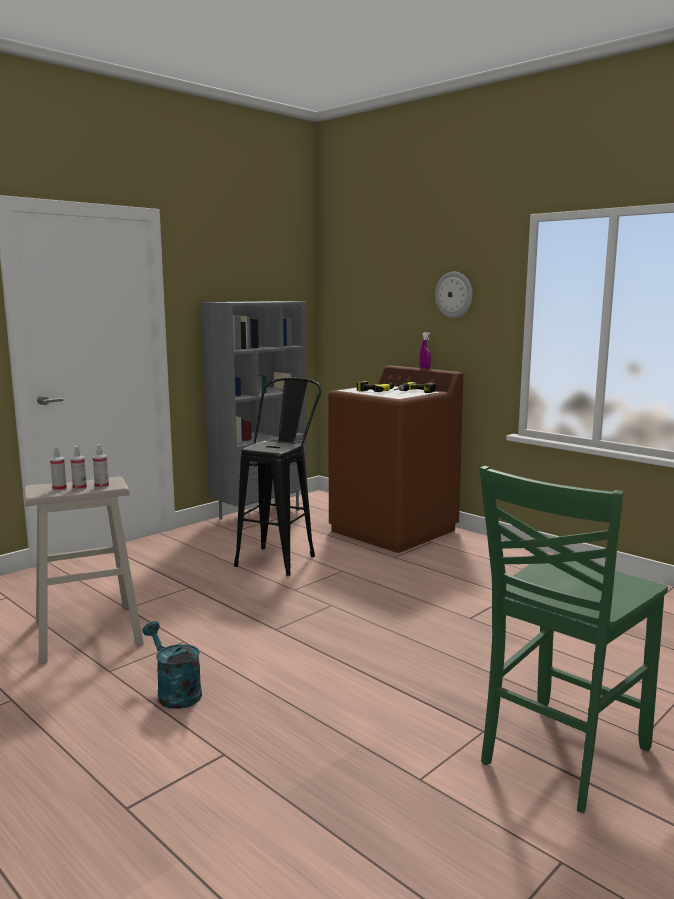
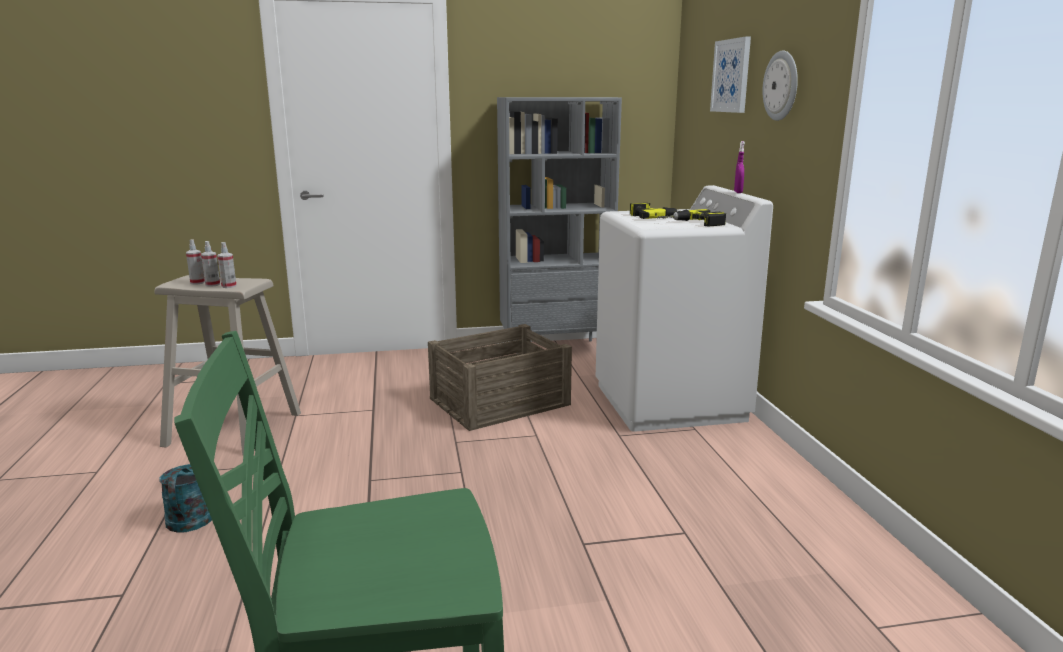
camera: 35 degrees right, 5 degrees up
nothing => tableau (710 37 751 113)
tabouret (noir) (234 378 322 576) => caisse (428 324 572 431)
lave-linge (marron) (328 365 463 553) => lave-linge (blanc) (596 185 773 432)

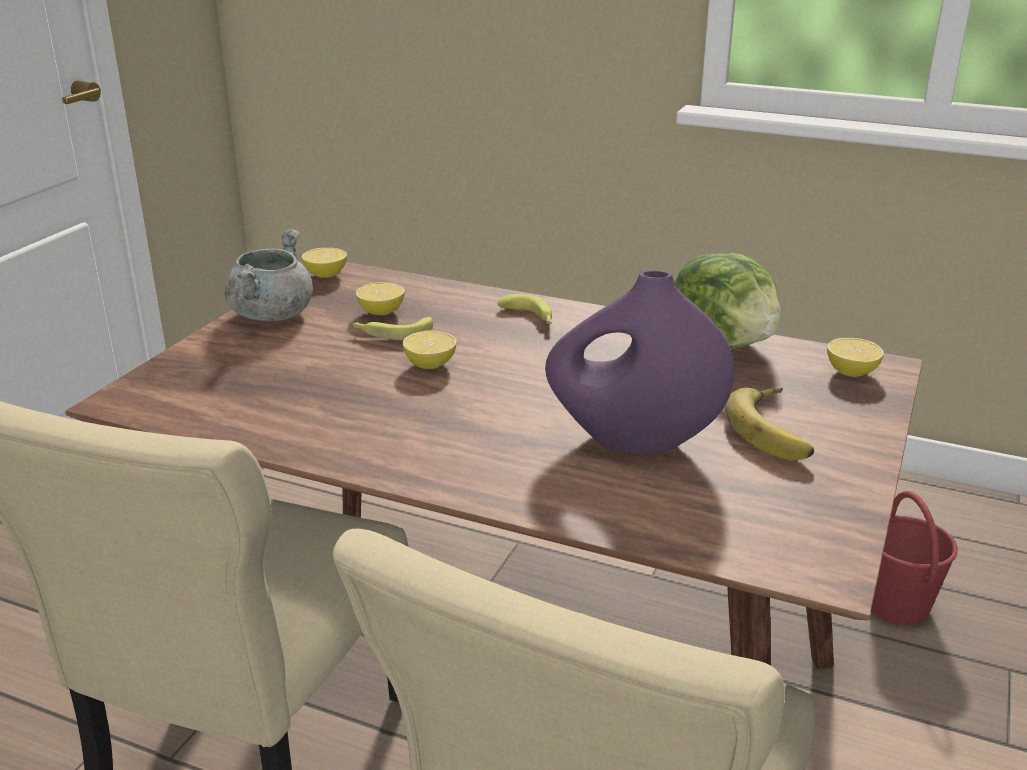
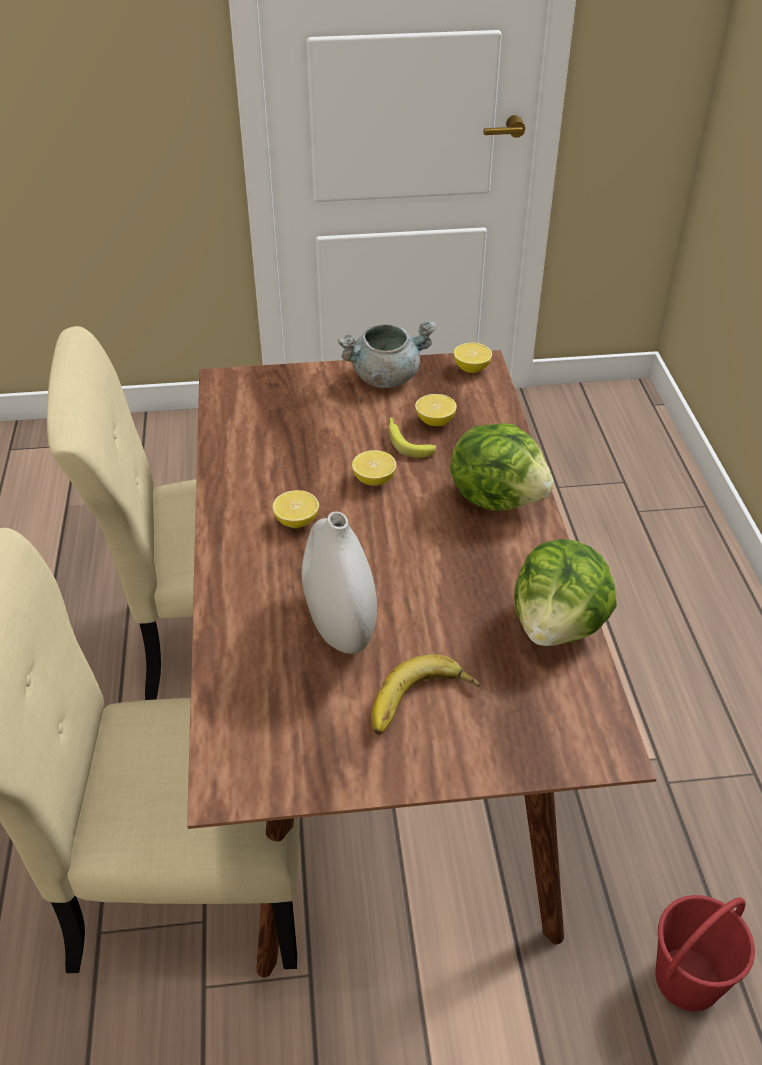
camera: 60 degrees right, 15 degrees up
citron (827 338 884 377) => citron (273 490 319 528), relocated
banane (497 294 552 324) => laitue (450 423 554 511)
vase (violet) (545 270 734 455) => vase (blanc) (302 511 377 654)

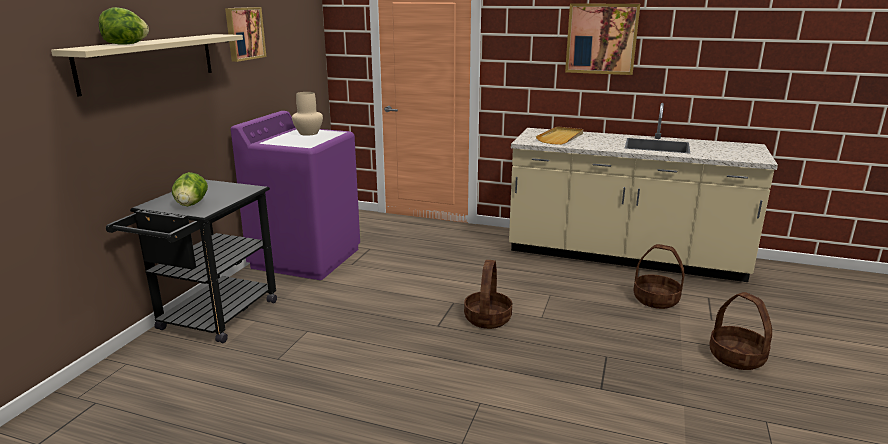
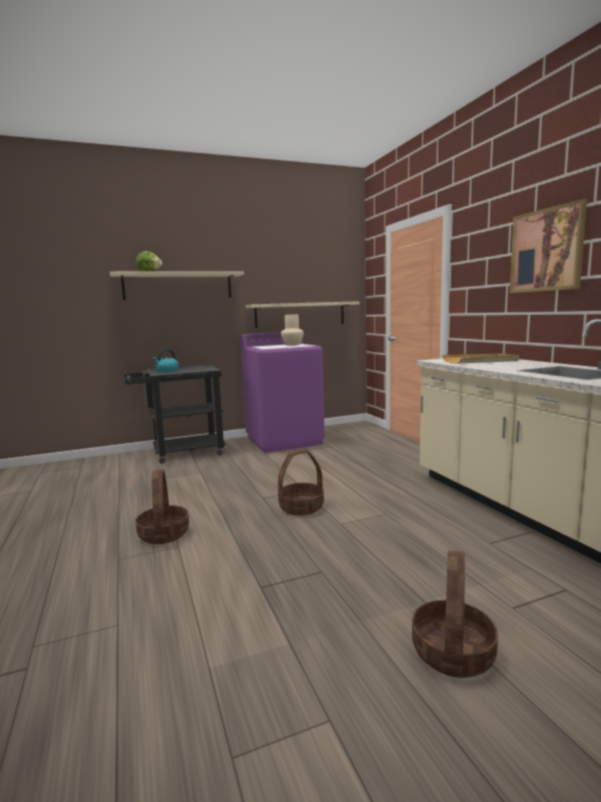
camera: 50 degrees right, 10 degrees down
tableau (225 7 266 62) => nothing
nothing => étagère (beige) (246 301 359 328)
panier (633 244 685 309) => panier (135 470 189 544), relocated
laitue (172 172 208 206) => bouilloire (152 349 179 372)

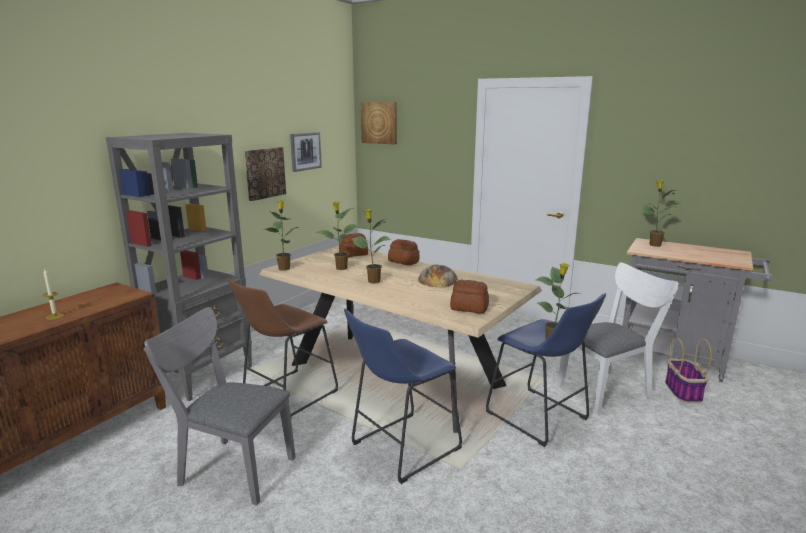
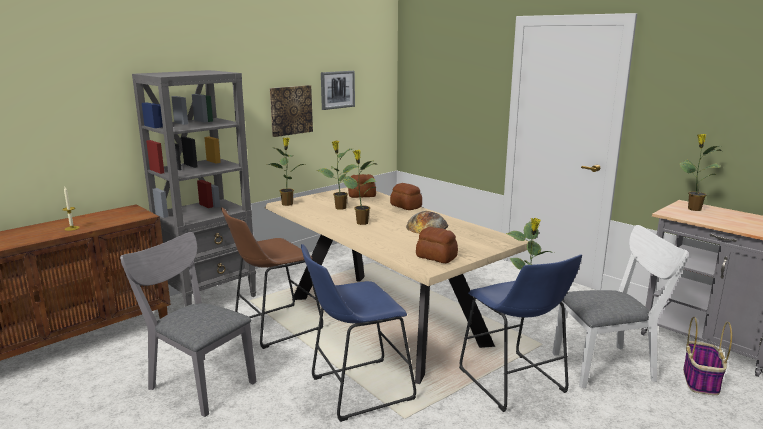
camera: 15 degrees right, 0 degrees up
tableau (361 102 397 144) => nothing

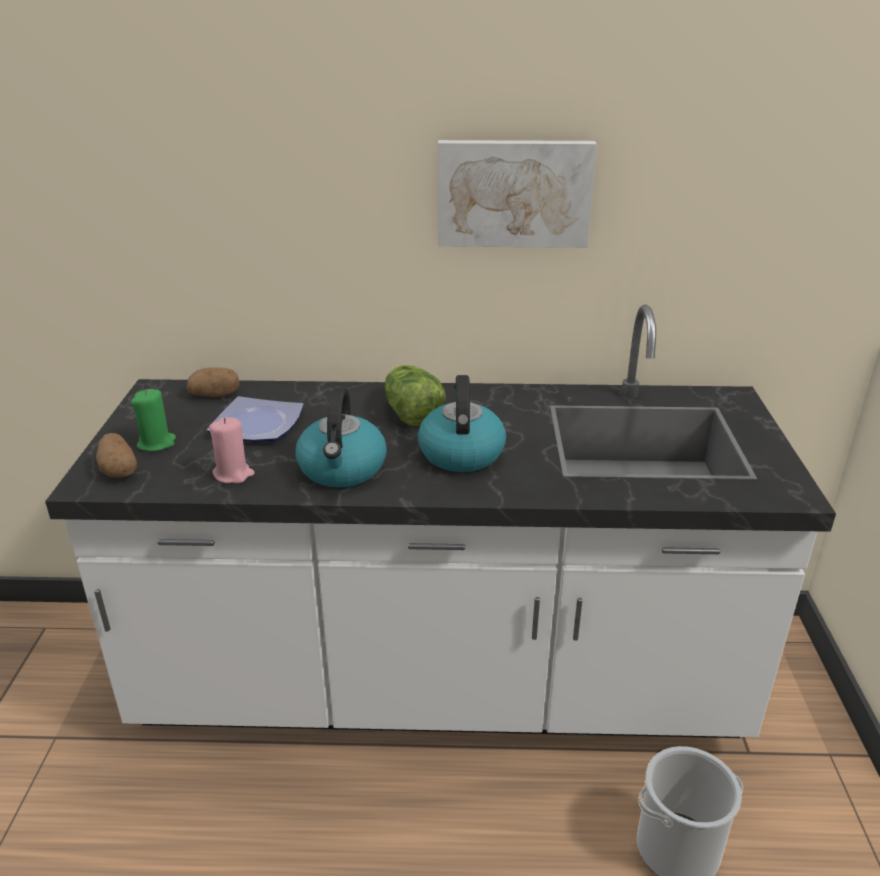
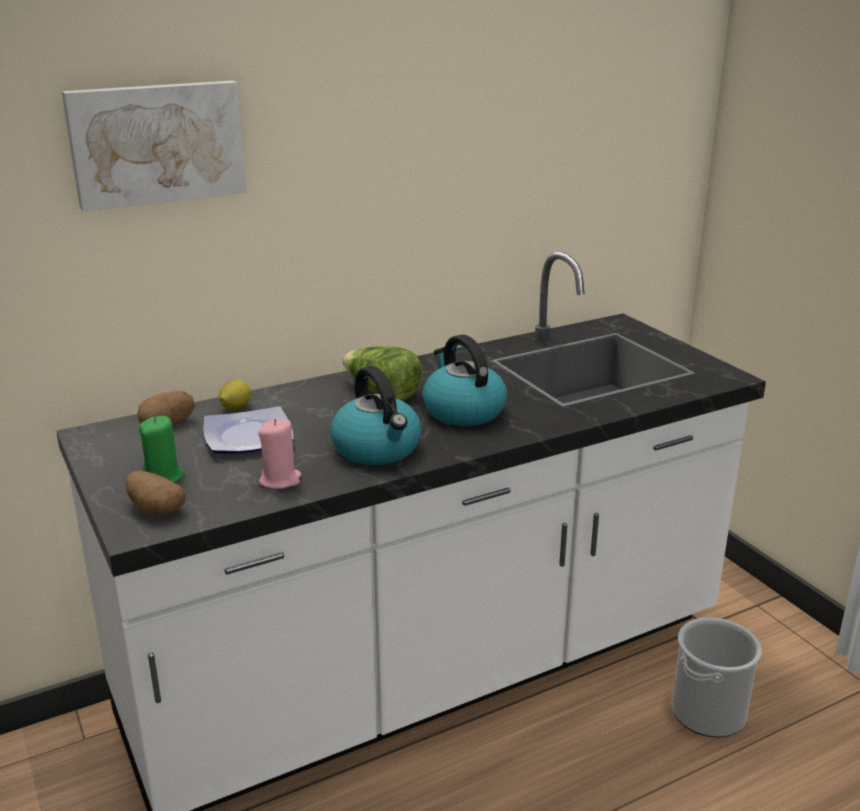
camera: 30 degrees left, 5 degrees down
nothing => citron (219 380 251 410)
tableau (438 140 597 248) => tableau (62 81 246 211), relocated

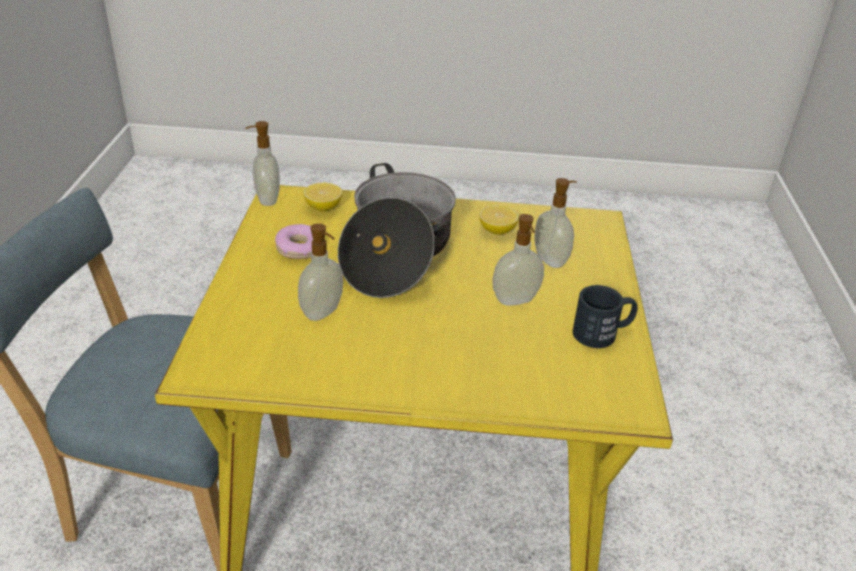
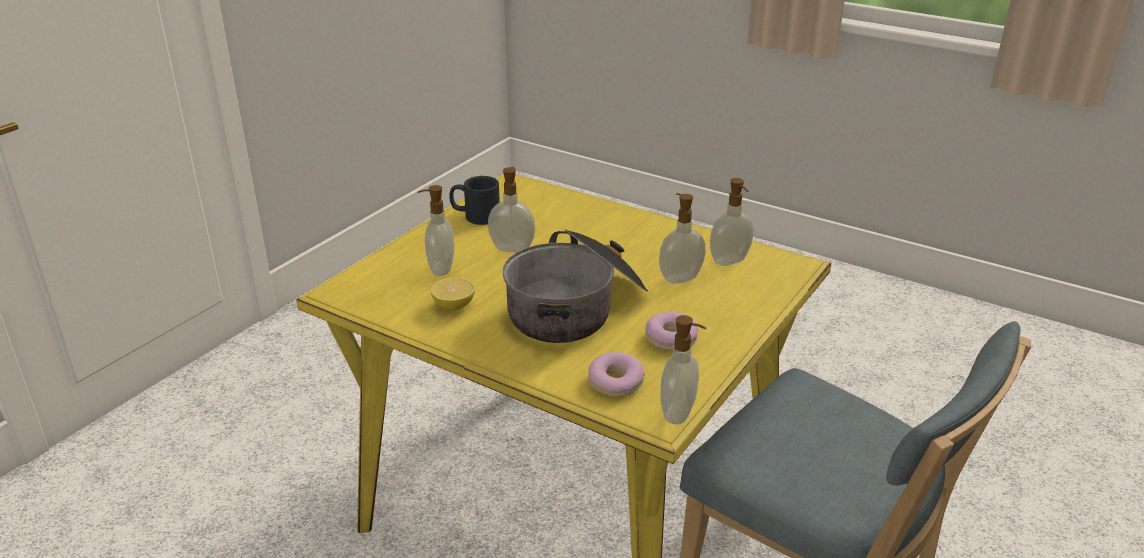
camera: 150 degrees left, 5 degrees down
nothing => distributeur de savon (710 178 754 266)
citron (303 183 342 211) => beignet (588 352 645 397)

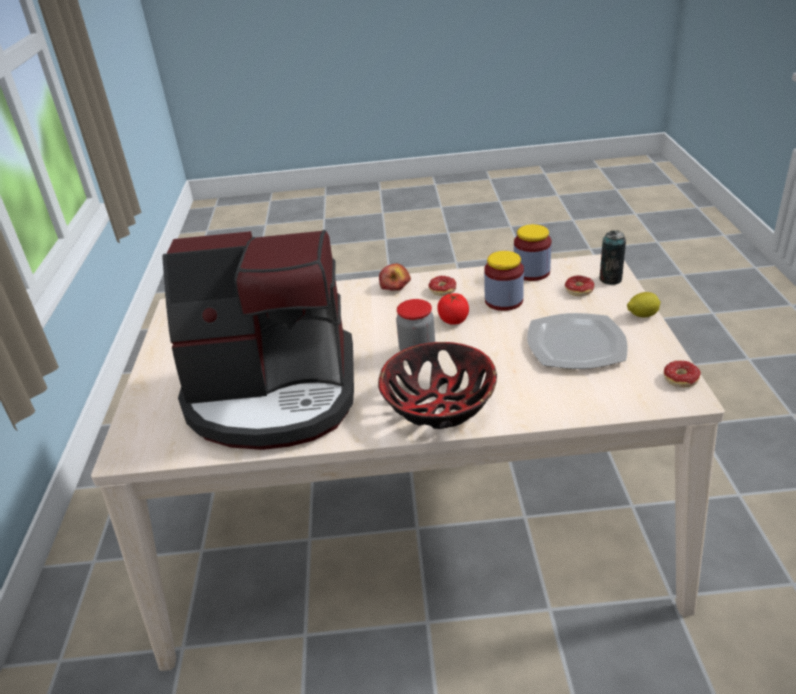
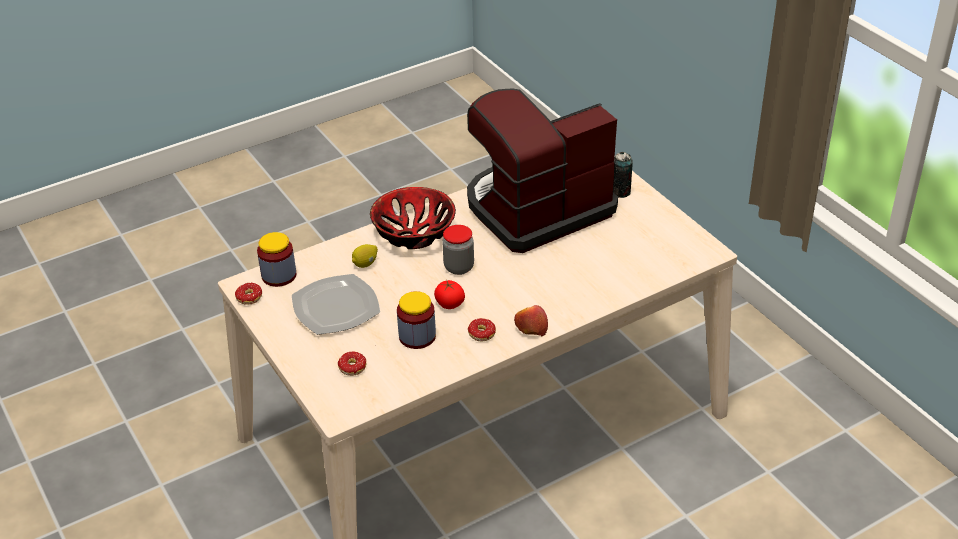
camera: 150 degrees right, 5 degrees up
bocal (514 224 551 281) => bocal (257 232 296 287), relocated
boîte métallique (599 231 626 285) => boîte métallique (613 152 633 198), relocated
citron (627 292 661 318) => citron (352 244 378 268), relocated

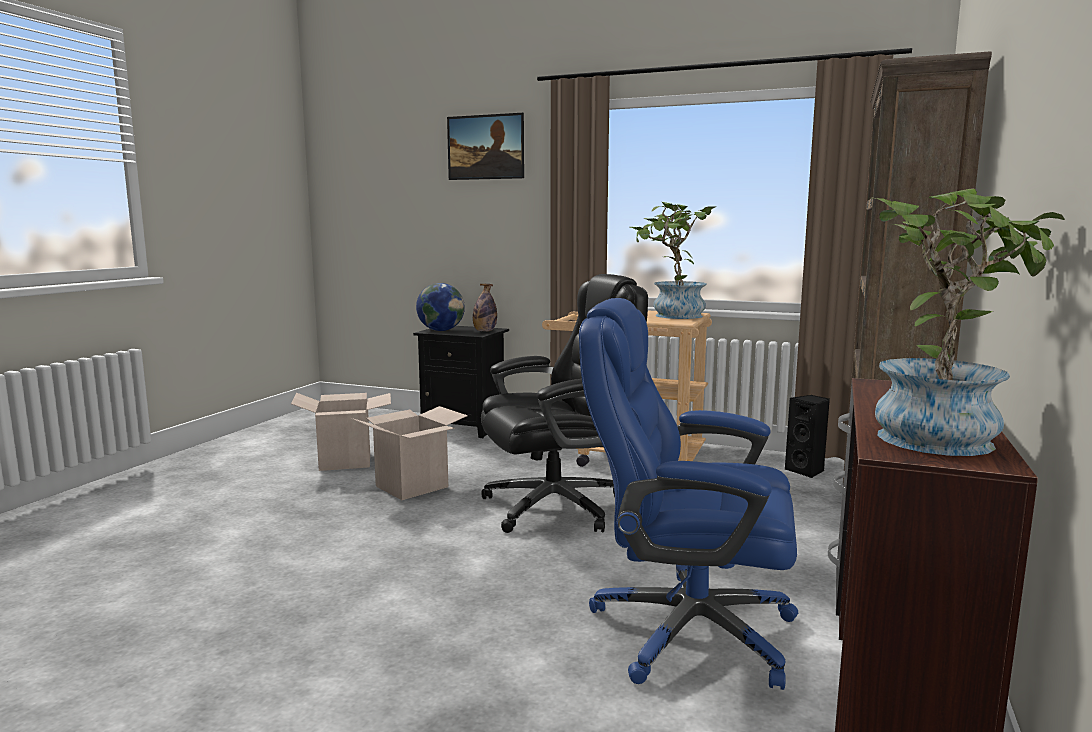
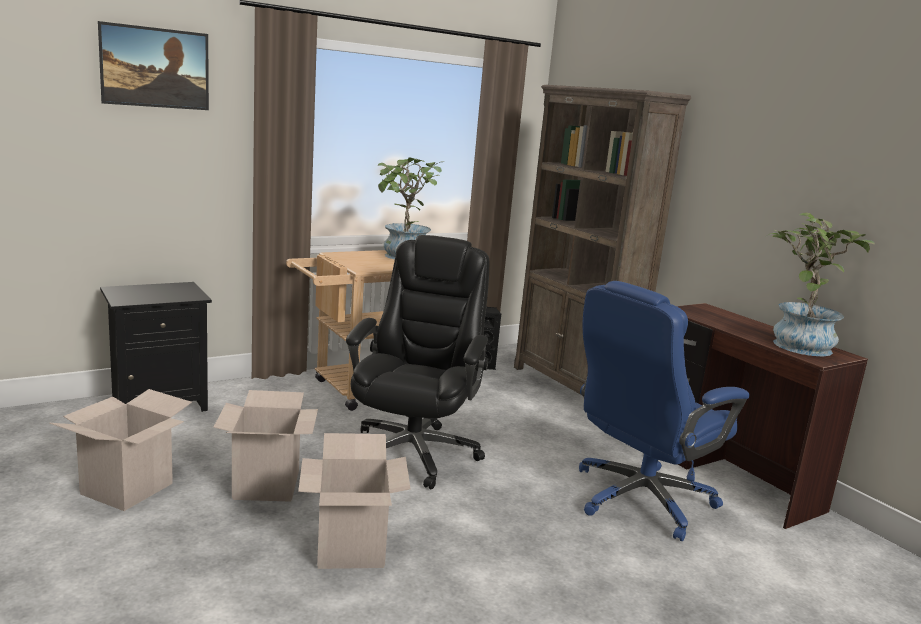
camera: 55 degrees left, 5 degrees up
globe (416 283 465 331) => nothing
bouteille (473 284 497 331) => nothing
nothing => carton (298 433 411 569)

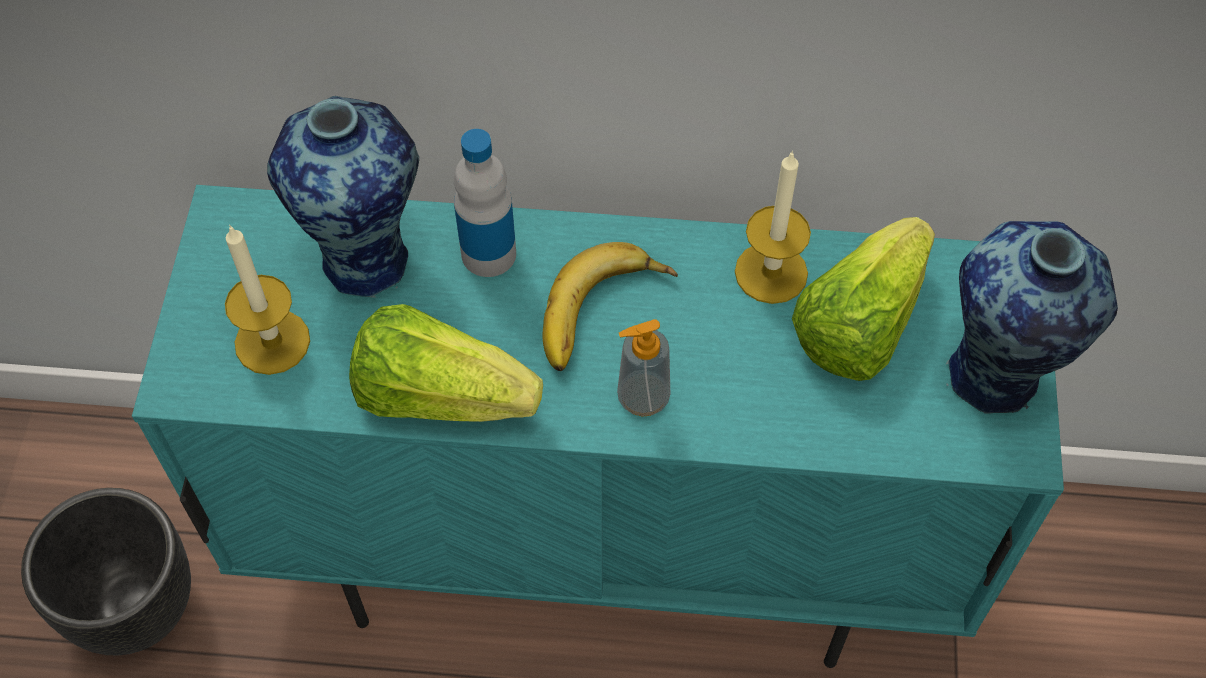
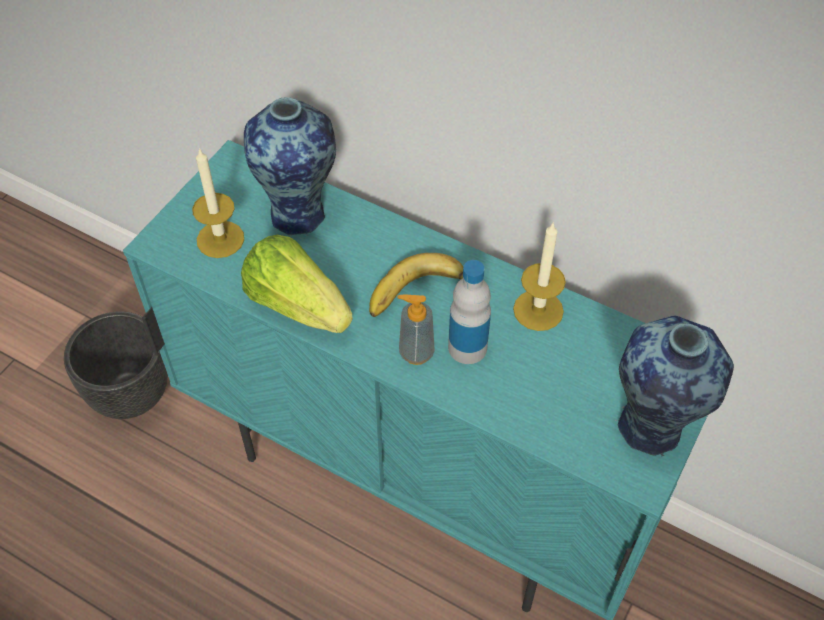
camera: 25 degrees right, 5 degrees down
laitue (792 217 935 381) => nothing
bouteille (454 129 516 277) => bouteille (448 260 491 364), relocated

